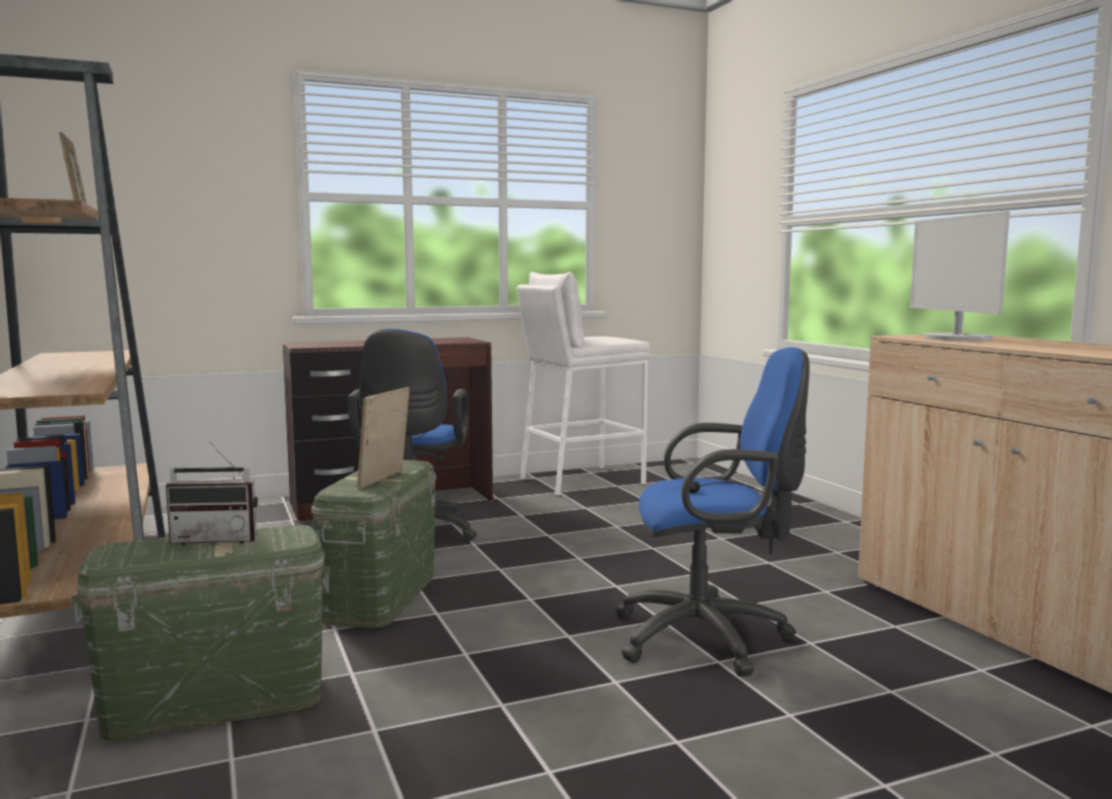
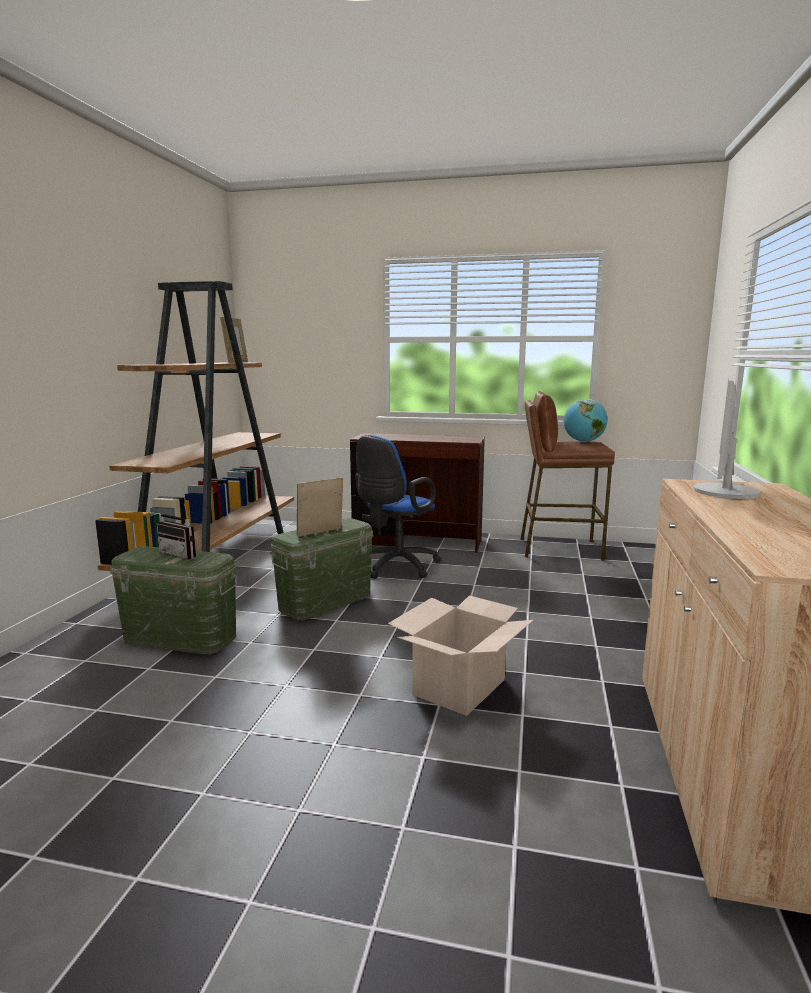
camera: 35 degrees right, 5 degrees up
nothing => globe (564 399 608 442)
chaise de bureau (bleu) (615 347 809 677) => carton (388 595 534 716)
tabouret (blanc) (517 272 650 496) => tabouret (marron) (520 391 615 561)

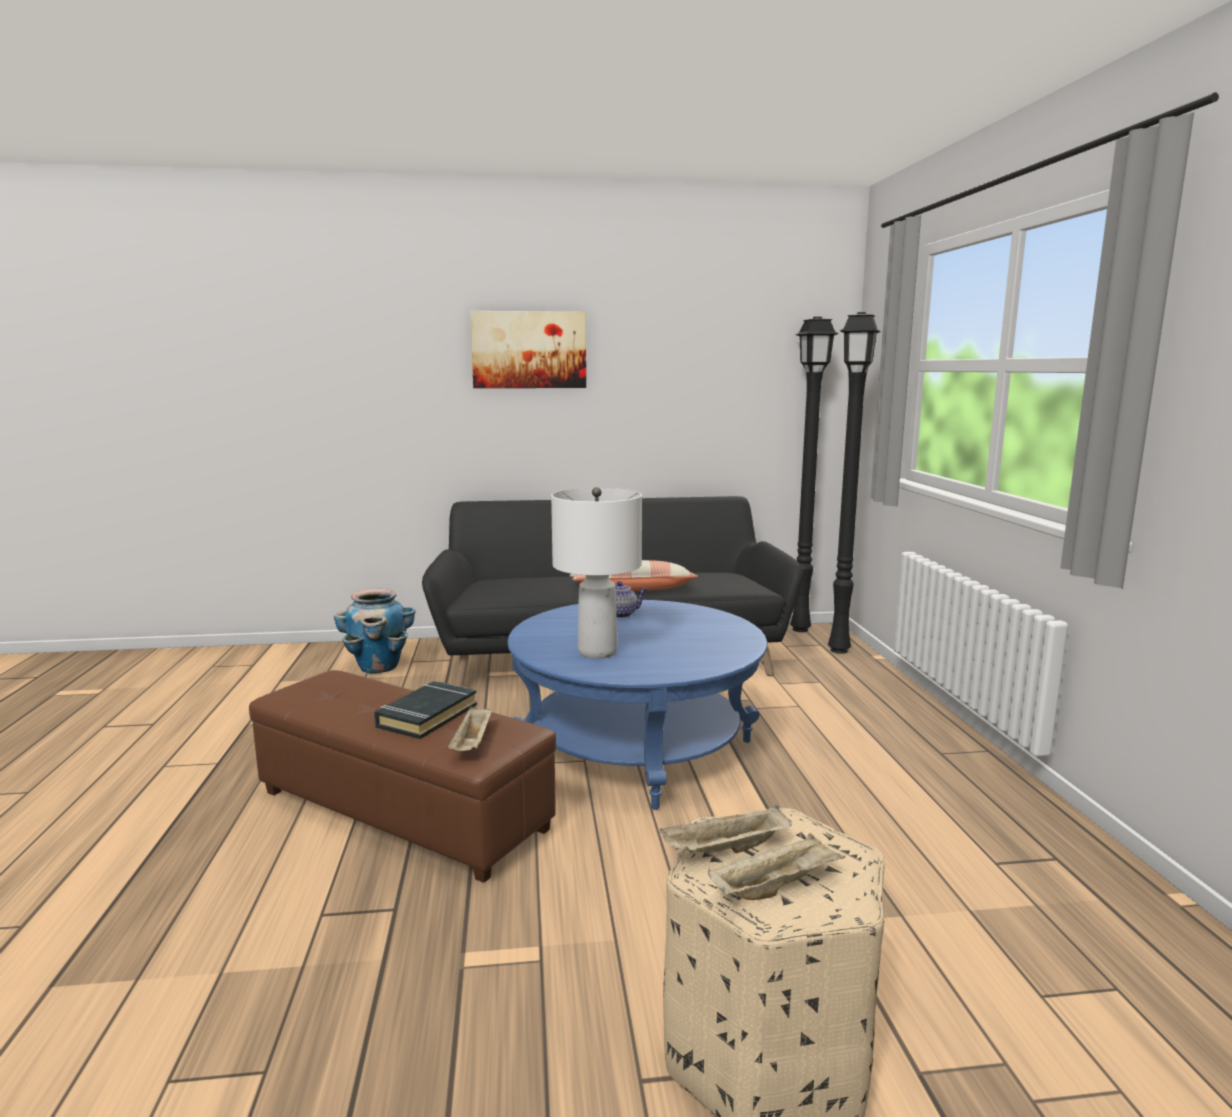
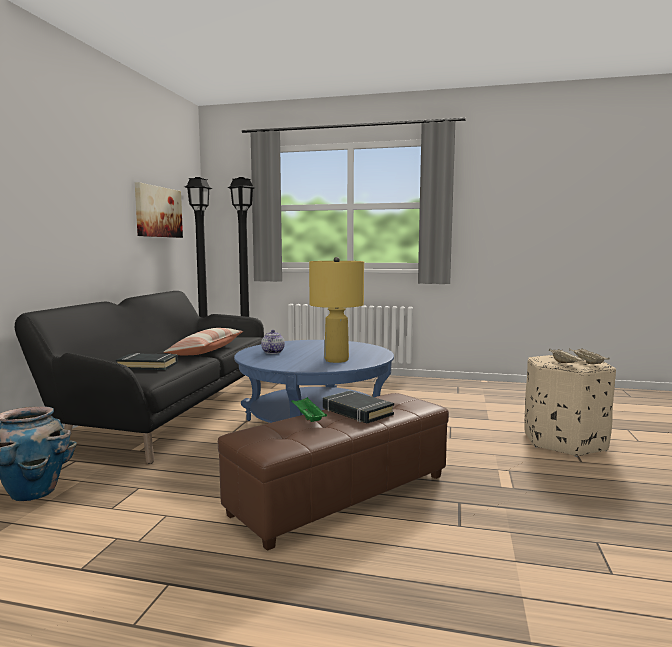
camera: 70 degrees left, 5 degrees down
plateau (beige) (448 706 492 751) => nothing
nothing => livre (noir) (116 353 178 370)
nothing => plateau (vert) (291 397 327 422)
tableau (470 311 586 388) => tableau (135 182 183 238), relocated
lampe de table (blanc) (551 487 642 659) => lampe de table (jaune) (309 257 364 363)

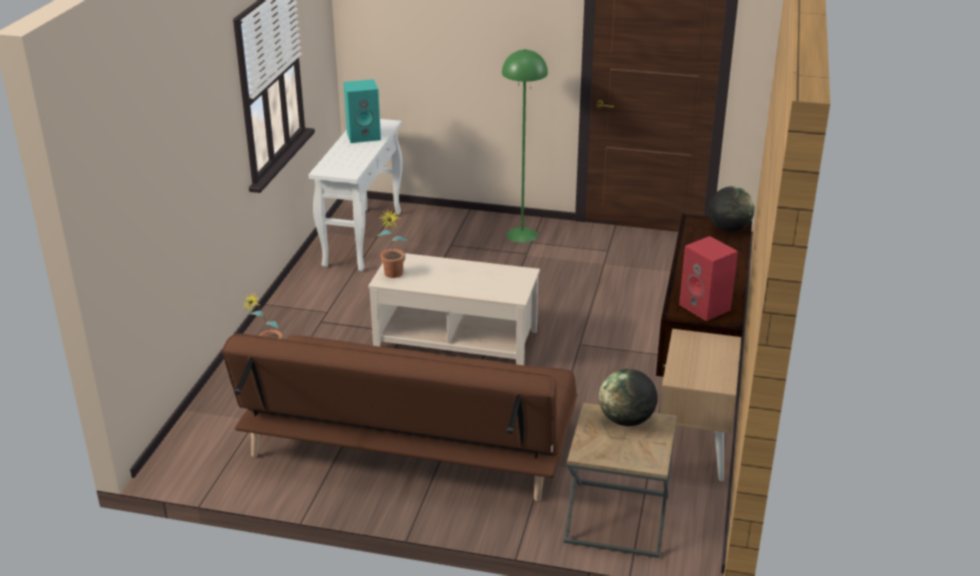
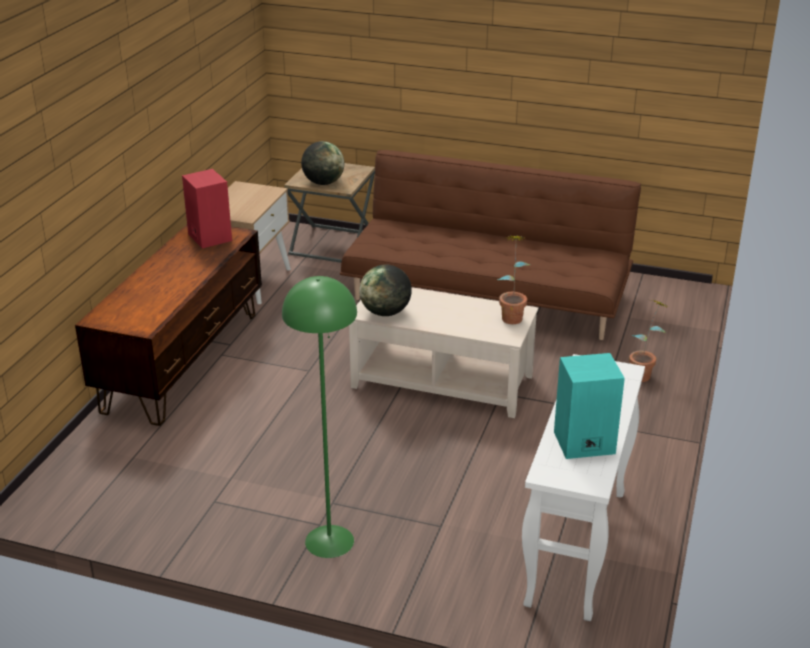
camera: 175 degrees left, 0 degrees up
globe (709 186 755 232) => globe (359 265 412 316), relocated

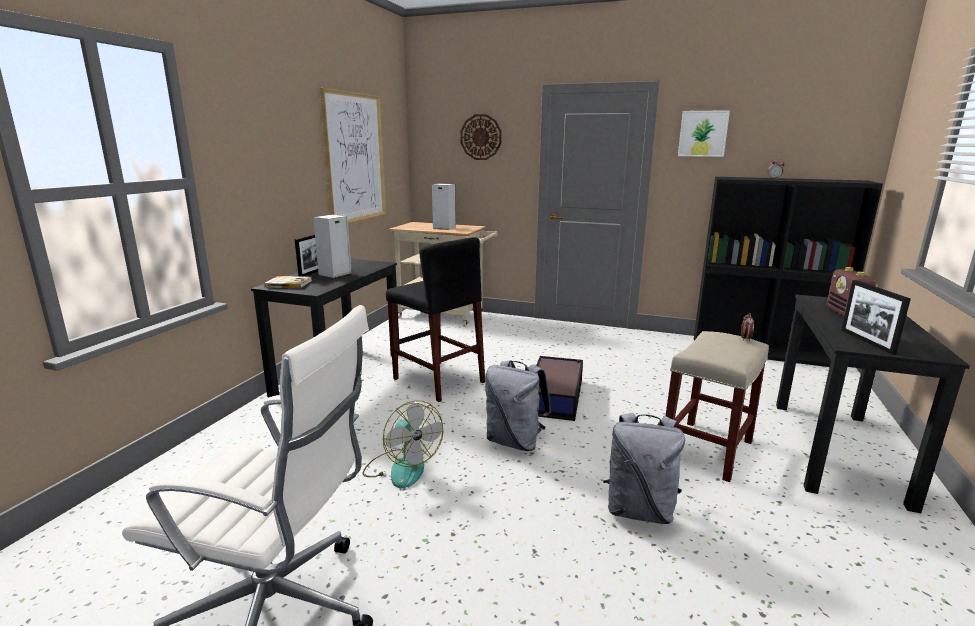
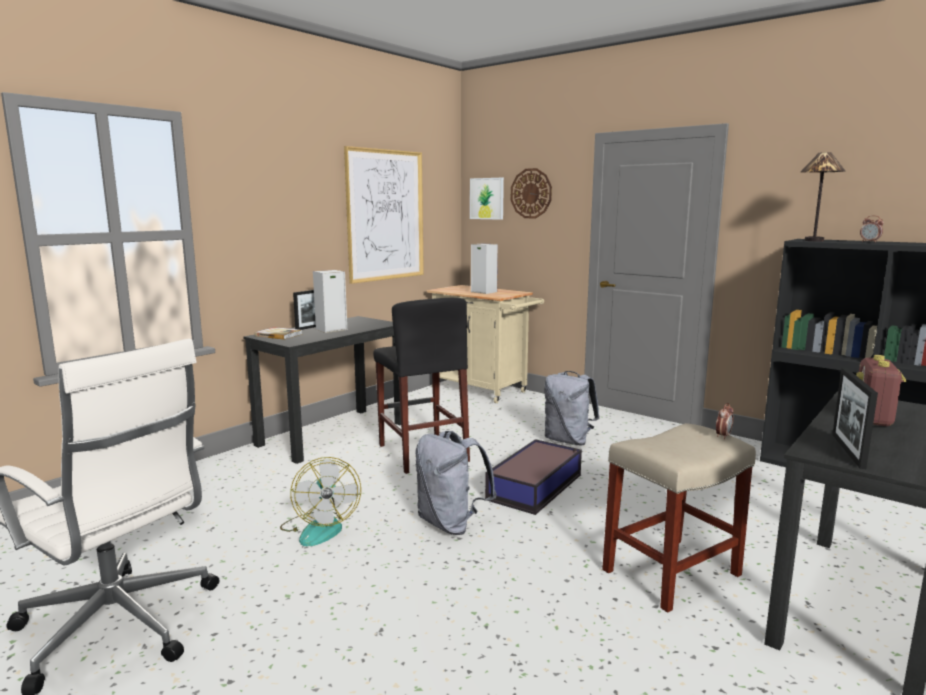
camera: 20 degrees right, 5 degrees down
nothing => lampe de table (801 152 845 241)
sac à dos (gris) (603 412 685 524) => sac à dos (gris) (544 371 599 445), relocated
tableau (678 110 730 157) => tableau (470 178 504 220), relocated

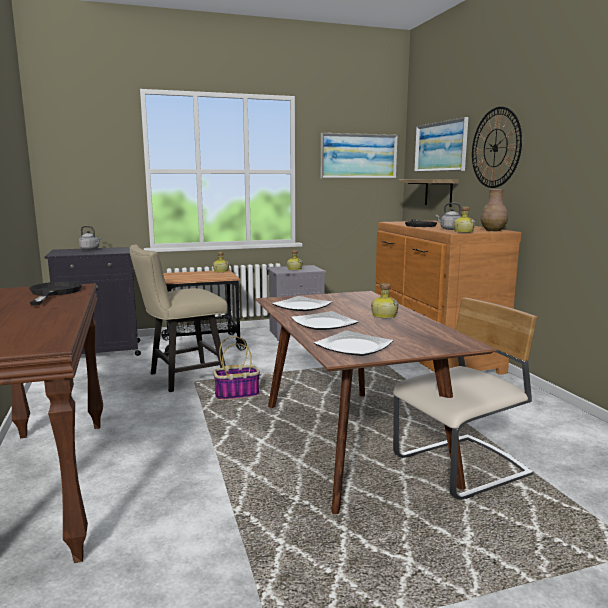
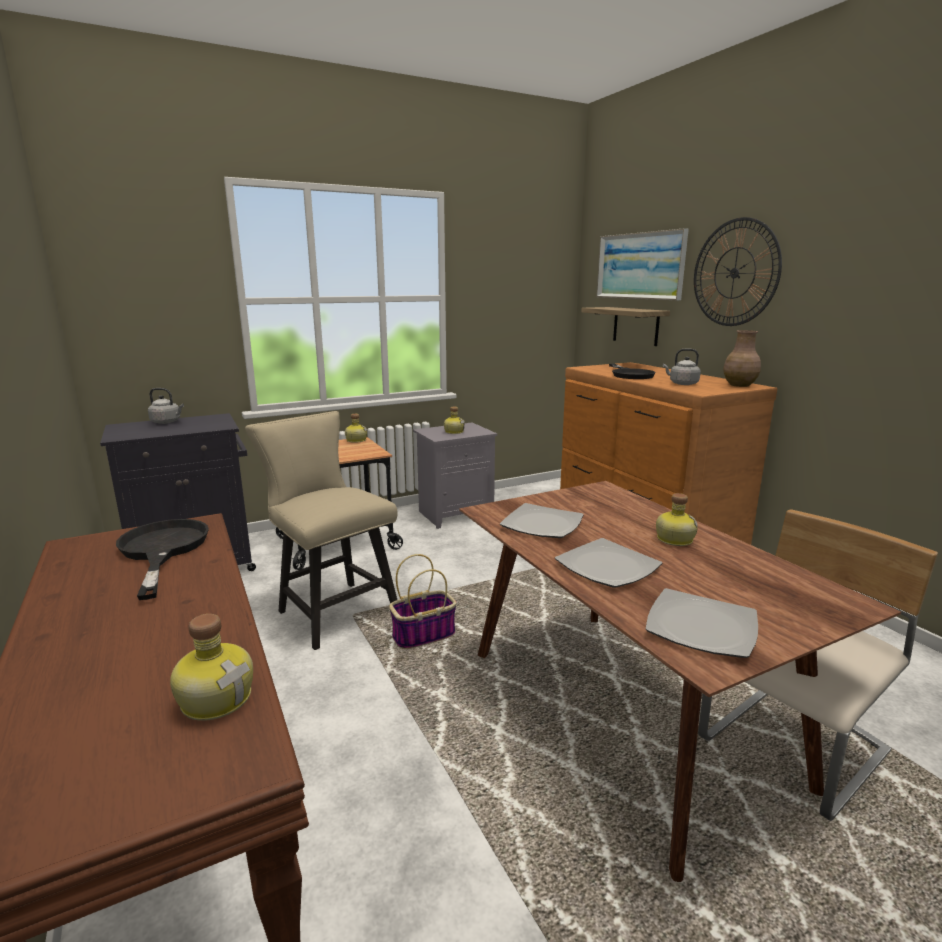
camera: 10 degrees left, 5 degrees up
tableau (321 133 398 179) => nothing
bouteille (454 207 475 233) => bouteille (170 614 253 721), relocated
chaise (beige) (130 245 228 392) => chaise (beige) (245 411 397 650), 90 degrees clockwise

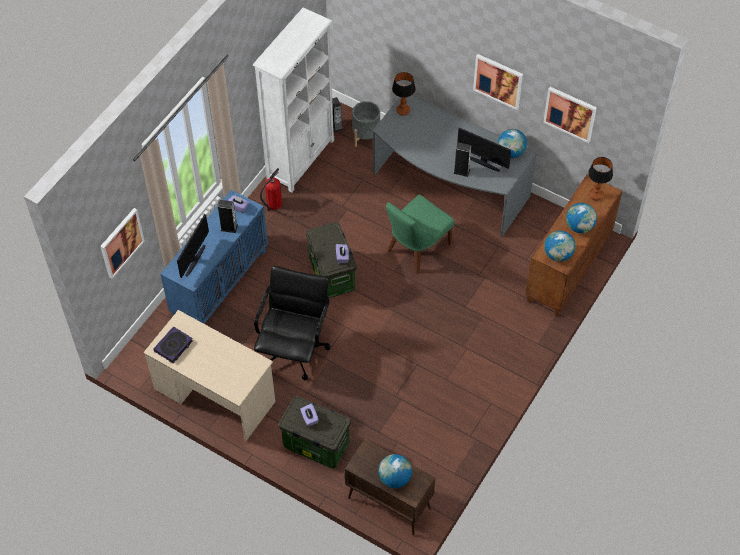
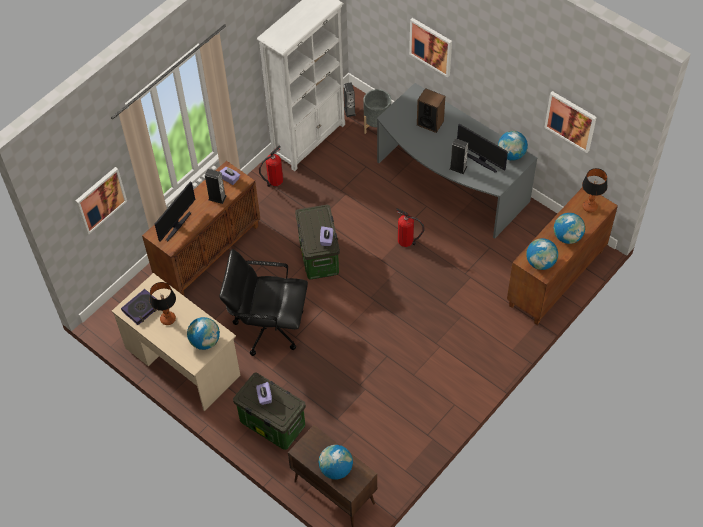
camera: 10 degrees right, 0 degrees up
nothing => globe (187 317 220 350)
nothing => enceinte (417 88 445 133)
lampe de table (392 72 416 116) => lampe de table (150 282 176 325), relocated
tableau (473 54 523 110) => tableau (409 18 452 77), relocated
chaise (vert) (386 195 454 274) => extincteur (396 208 424 247)
meuble de rangement (bleu) (160 190 268 324) => meuble de rangement (marron) (142 161 260 296)
chaise de bureau (noir) (254 266 330 380) => chaise de bureau (noir) (219 249 308 356), 105 degrees counterclockwise

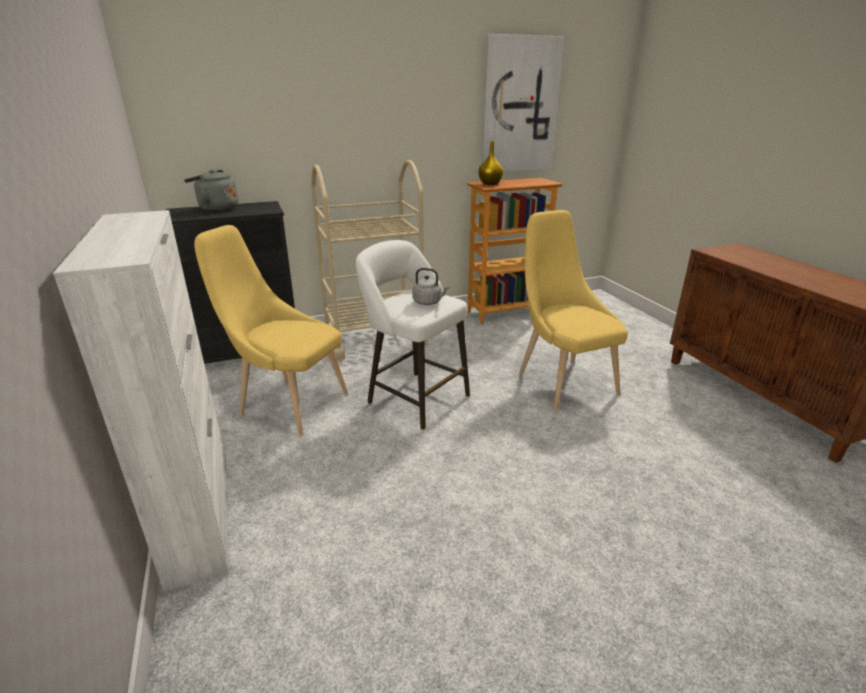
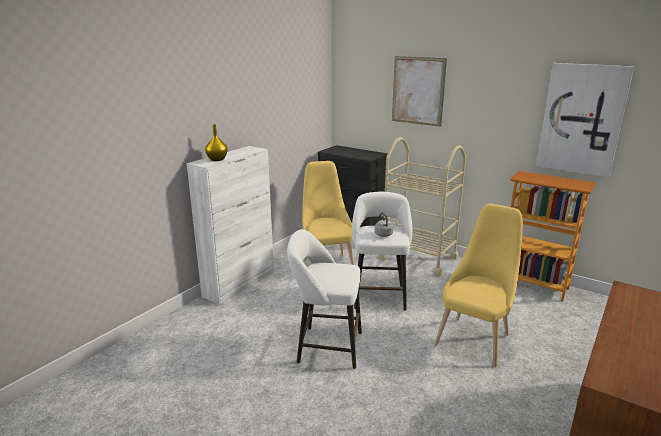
camera: 55 degrees right, 5 degrees down
bouilloire (gris) (184 170 238 211) => nothing
nothing => tabouret (blanc) (287 229 362 369)
nothing => tableau (392 56 447 127)
vase (jaune) (478 141 503 185) => vase (jaune) (205 124 228 161), relocated

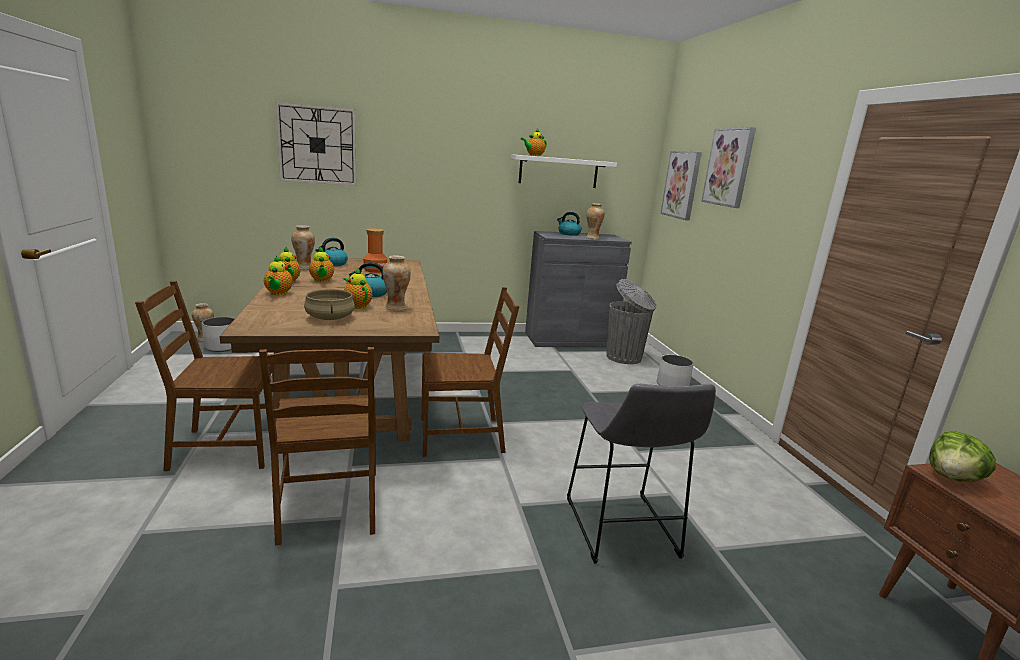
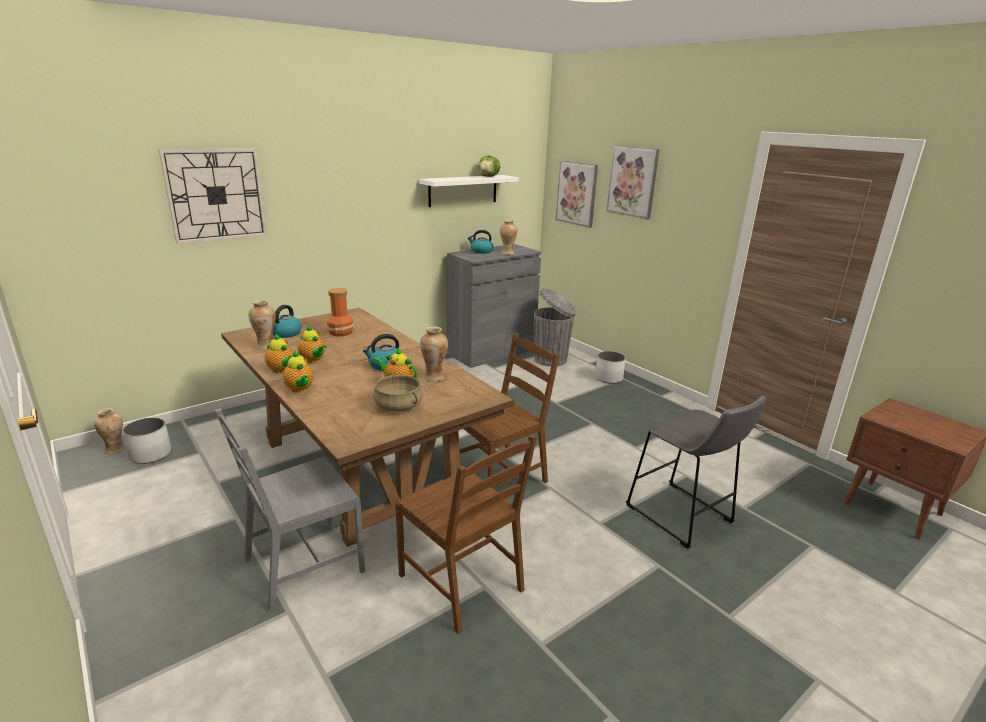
camera: 25 degrees left, 5 degrees up
théière (520 128 547 156) => nothing
laitue (929 431 996 482) => laitue (479 155 500 177), relocated
chaise (marron) (135 281 274 471) => chaise (gris) (215 408 365 612)

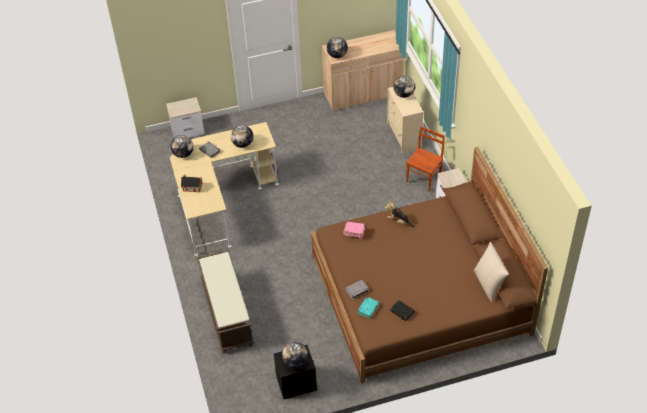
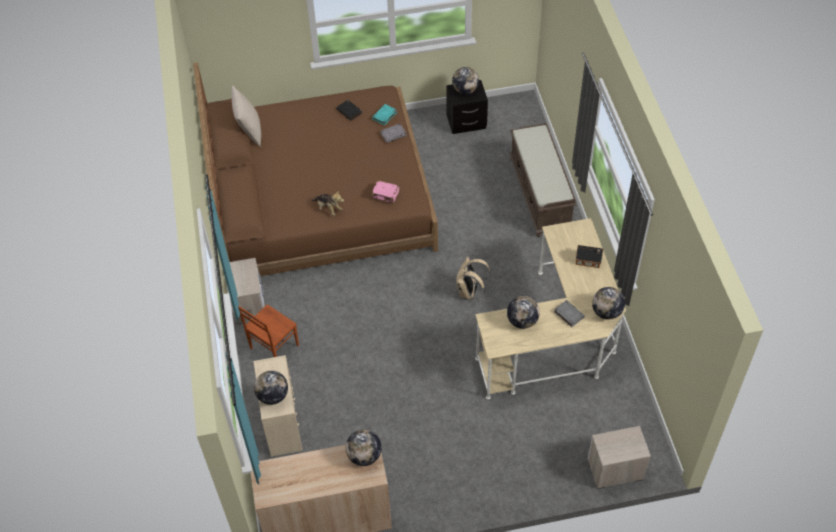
camera: 175 degrees left, 5 degrees up
nothing => sac à dos (beige) (456 256 491 299)

